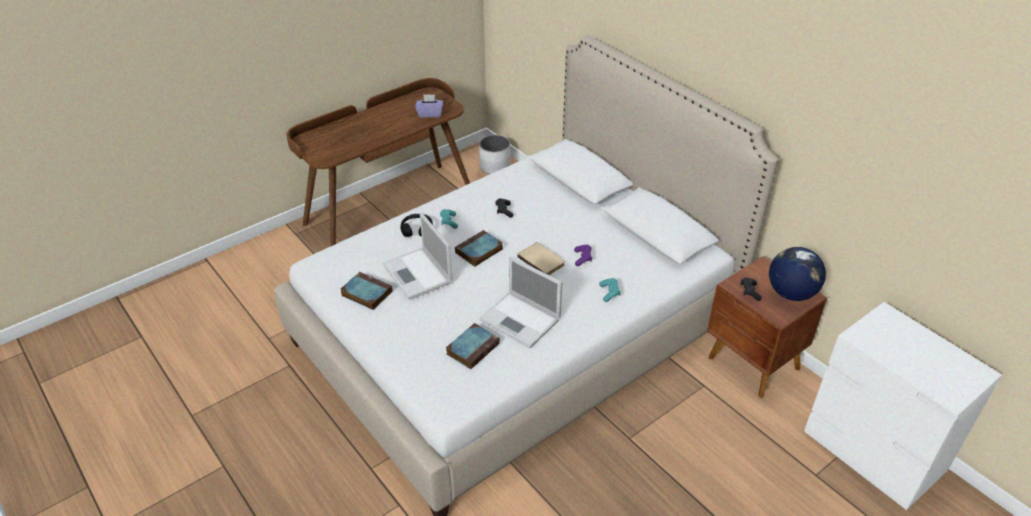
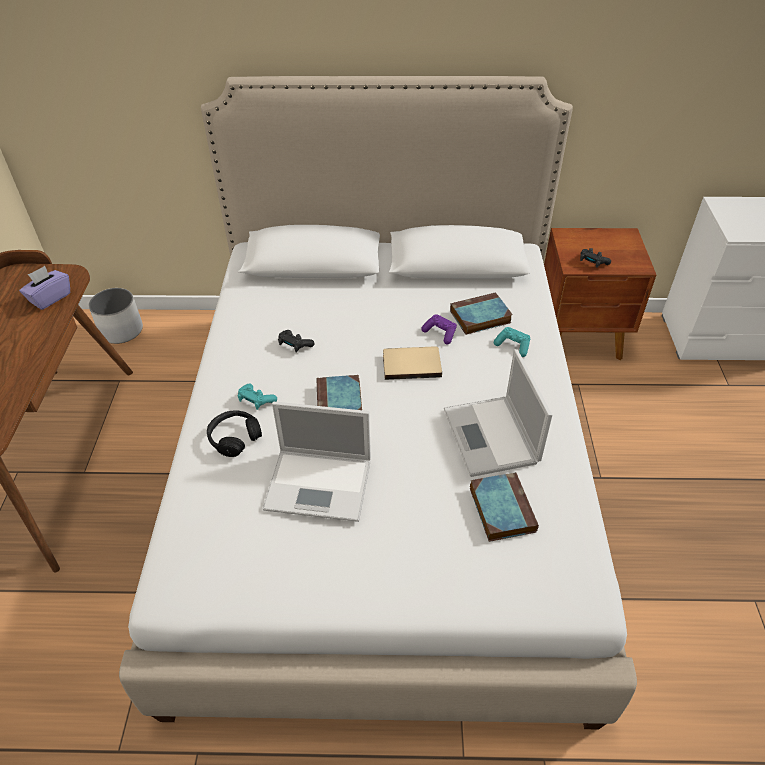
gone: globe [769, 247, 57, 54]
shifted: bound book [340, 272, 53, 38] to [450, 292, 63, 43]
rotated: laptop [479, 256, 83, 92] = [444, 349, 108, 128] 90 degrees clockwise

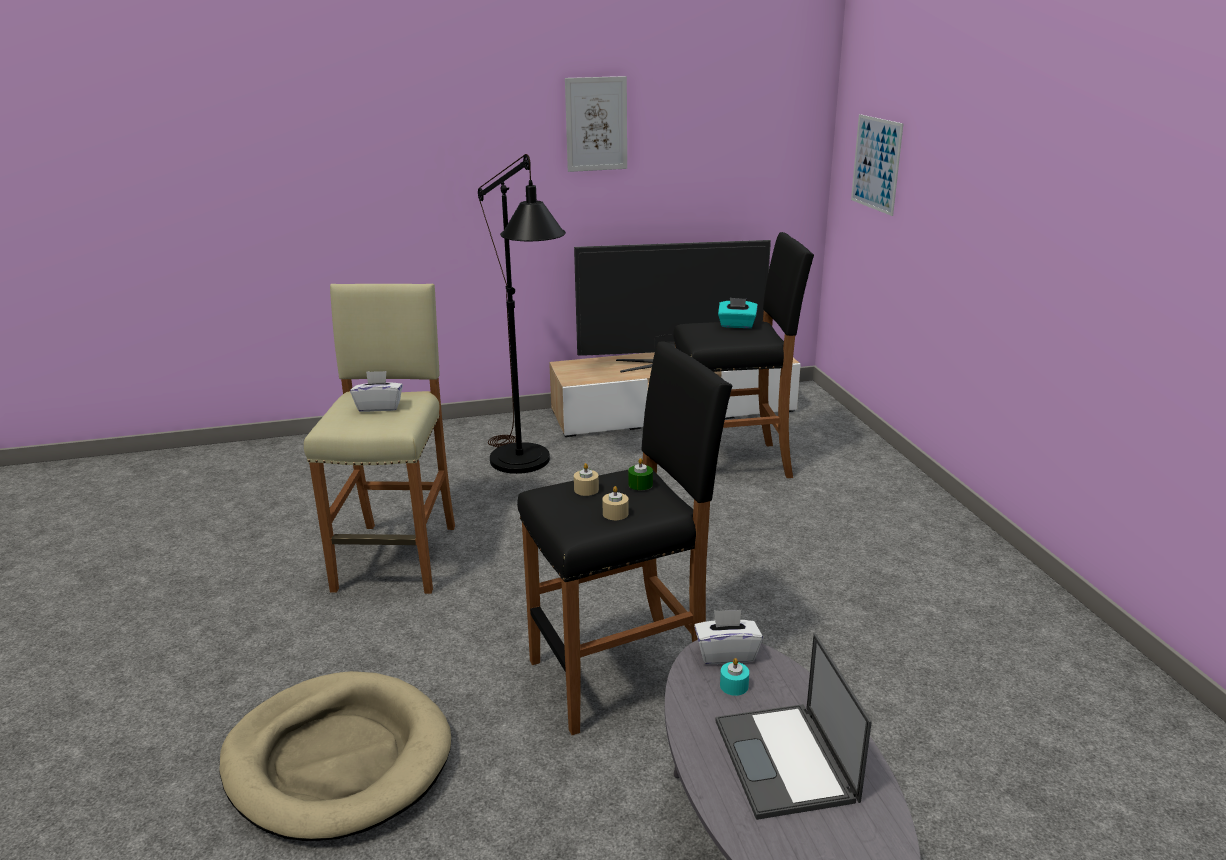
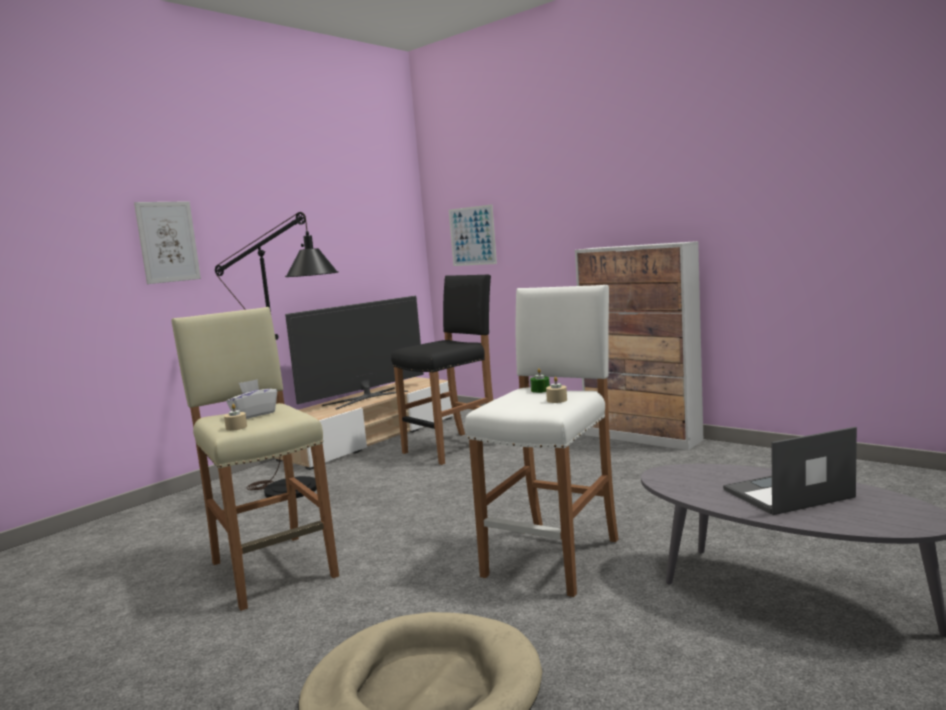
gone: box of tissues (white) [694, 610, 69, 54]; box of tissues (blue-green) [718, 298, 40, 30]; candle (blue-green) [720, 658, 29, 38]
new: cupboard [575, 241, 128, 209]
shifted: wall picture [565, 76, 62, 96] to [134, 201, 67, 83]; candle (beige-coloured) [574, 463, 25, 33] to [224, 404, 23, 27]
repainted: sitting stool (black) [517, 341, 215, 394] to sitting stool (white) [465, 285, 153, 312]
rotated: laptop [715, 633, 157, 187] = [723, 427, 134, 88] 120 degrees clockwise

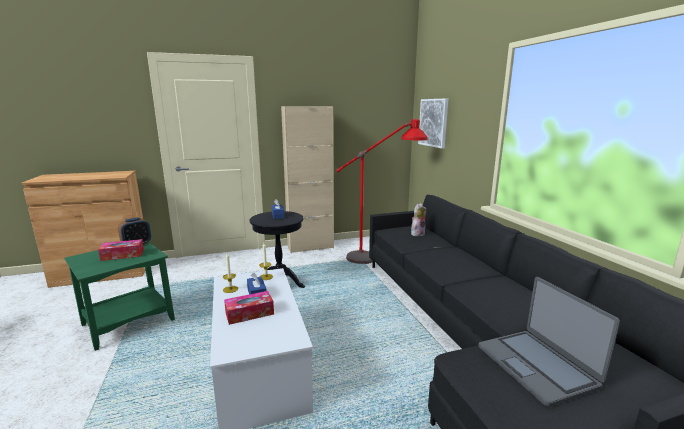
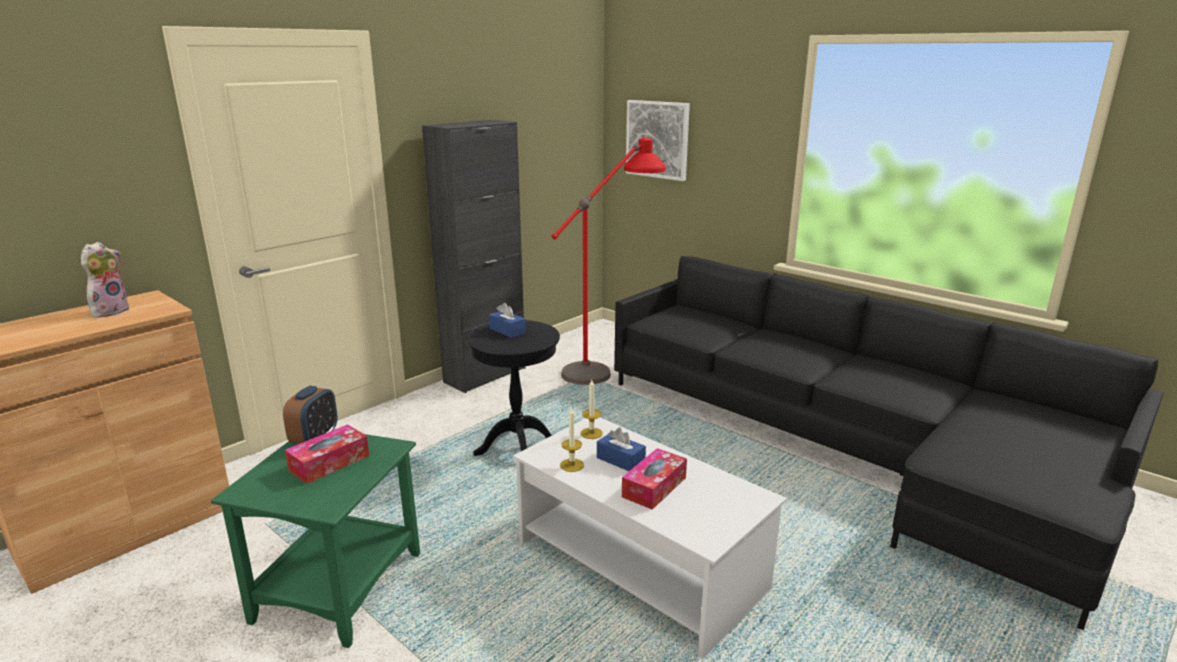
gone: laptop [479, 277, 141, 130]
shifted: cuddly toy [411, 203, 15, 33] to [81, 242, 49, 76]
repainted: cupboard (beige-coloured) [281, 106, 53, 147] to cupboard (black) [422, 120, 104, 273]

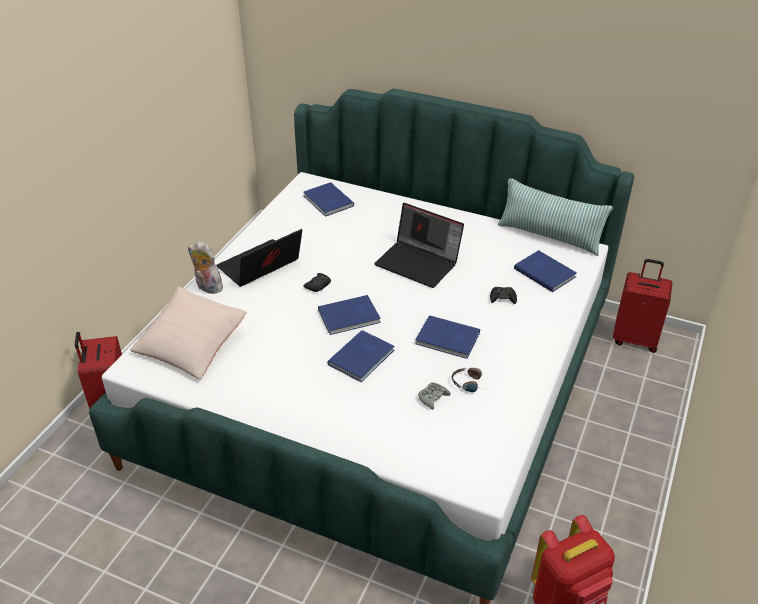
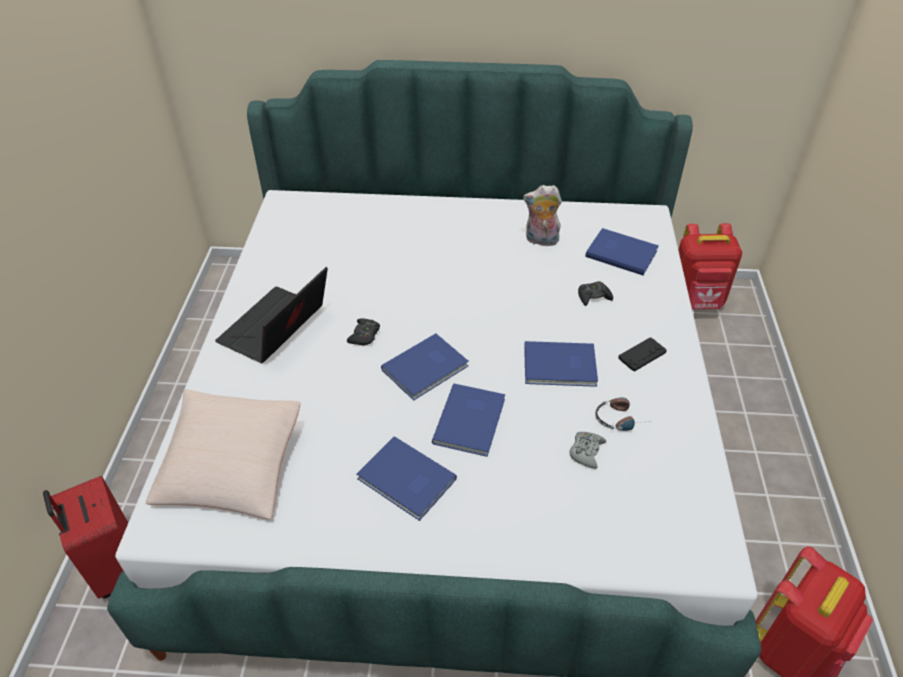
gone: laptop [374, 203, 90, 85]; throw pillow [498, 178, 115, 78]
new: game controller (black) [618, 338, 49, 33]
shifted: cuddly toy [188, 241, 35, 53] to [523, 185, 39, 61]; bound book (blue-coloured) [303, 182, 51, 35] to [357, 436, 100, 85]
swapped: suitcase (red) [613, 259, 59, 94] to backpack (red) [678, 223, 64, 87]

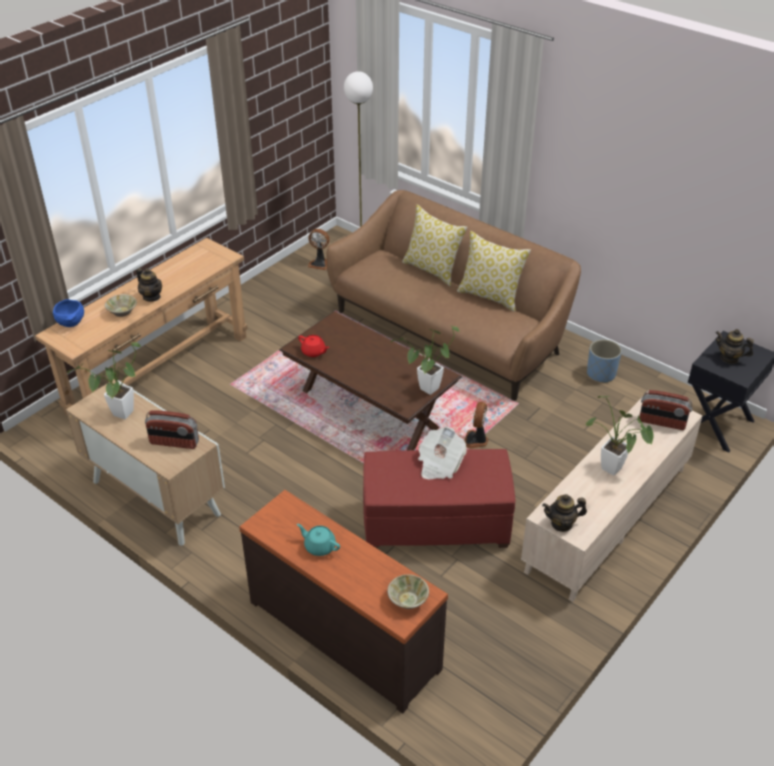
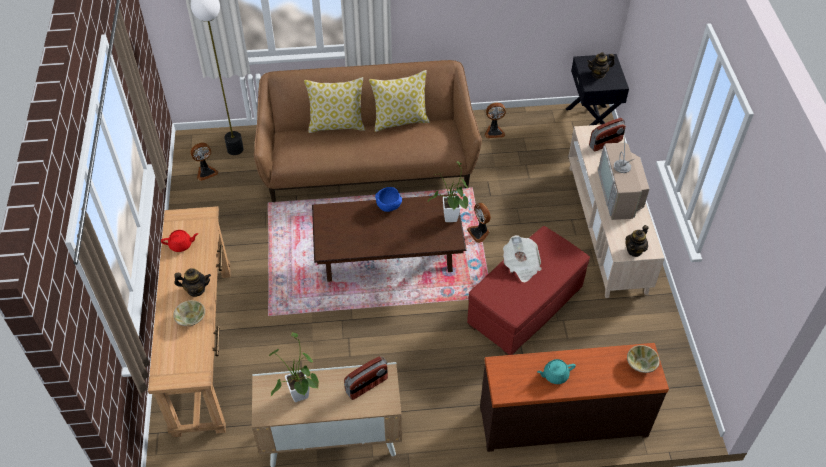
shifted: bowl (blue-coloured) [53, 299, 31, 28] to [375, 187, 27, 25]; pot for tea (red) [298, 335, 31, 22] to [161, 230, 37, 22]
swapped: houseplant [585, 396, 69, 80] to TV set [598, 134, 51, 86]; planter (blue-coloured) [587, 339, 35, 44] to electric fan [485, 103, 21, 35]

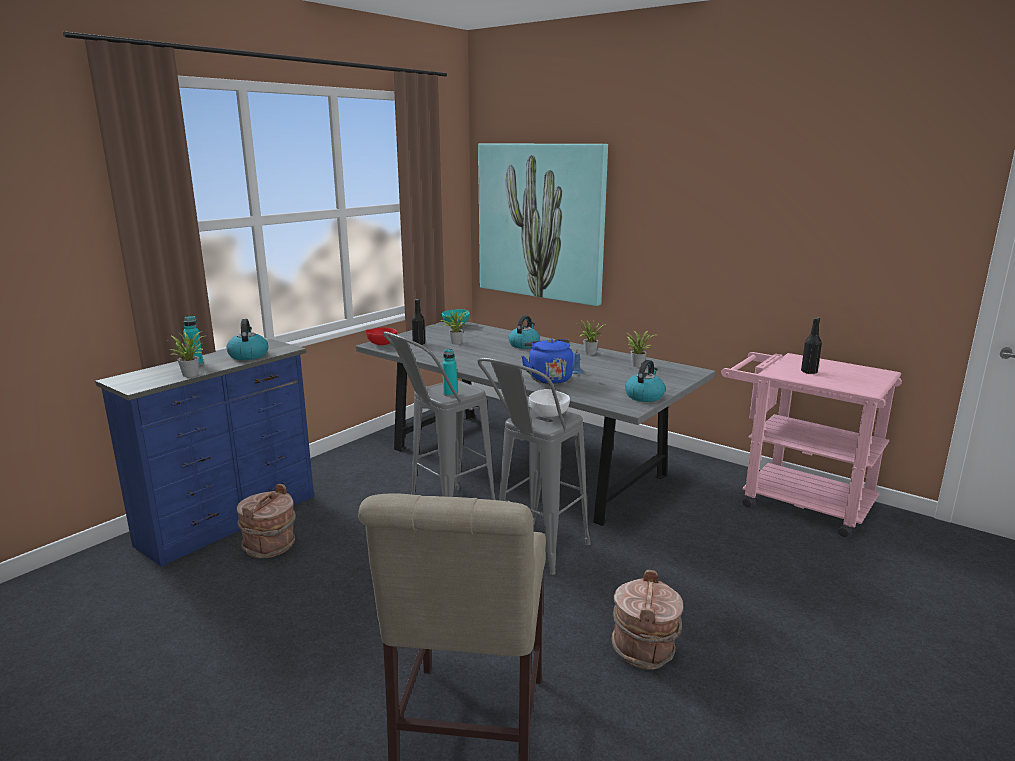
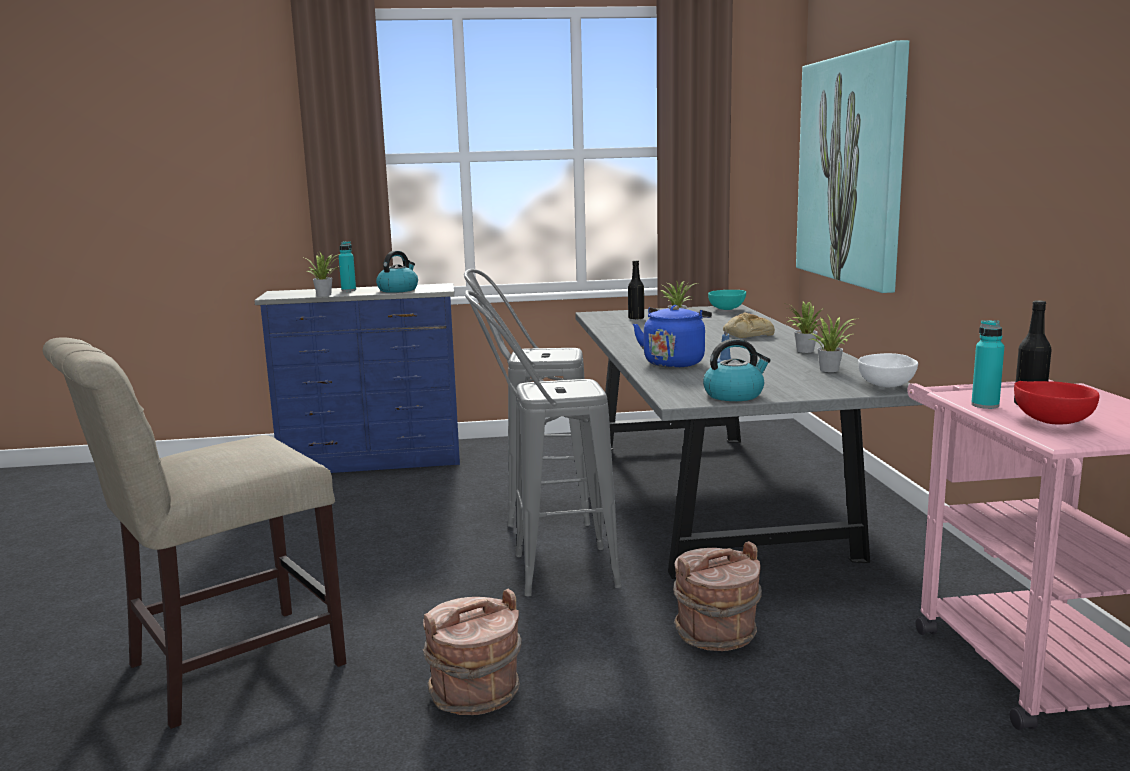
shifted: pail (brown-coloured) [237, 484, 59, 74] to [673, 541, 89, 110]; bowl (red) [366, 328, 31, 17] to [1014, 381, 85, 43]; beverage bottle (blue-green) [442, 349, 15, 47] to [971, 320, 34, 89]; bowl (white) [529, 389, 41, 28] to [858, 353, 60, 34]
swapped: kettle [508, 316, 32, 33] to baked bread [723, 312, 52, 26]

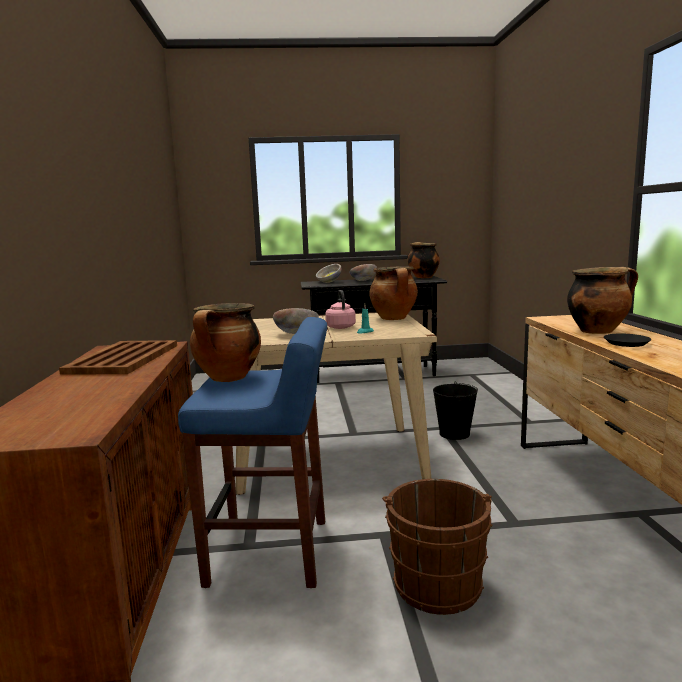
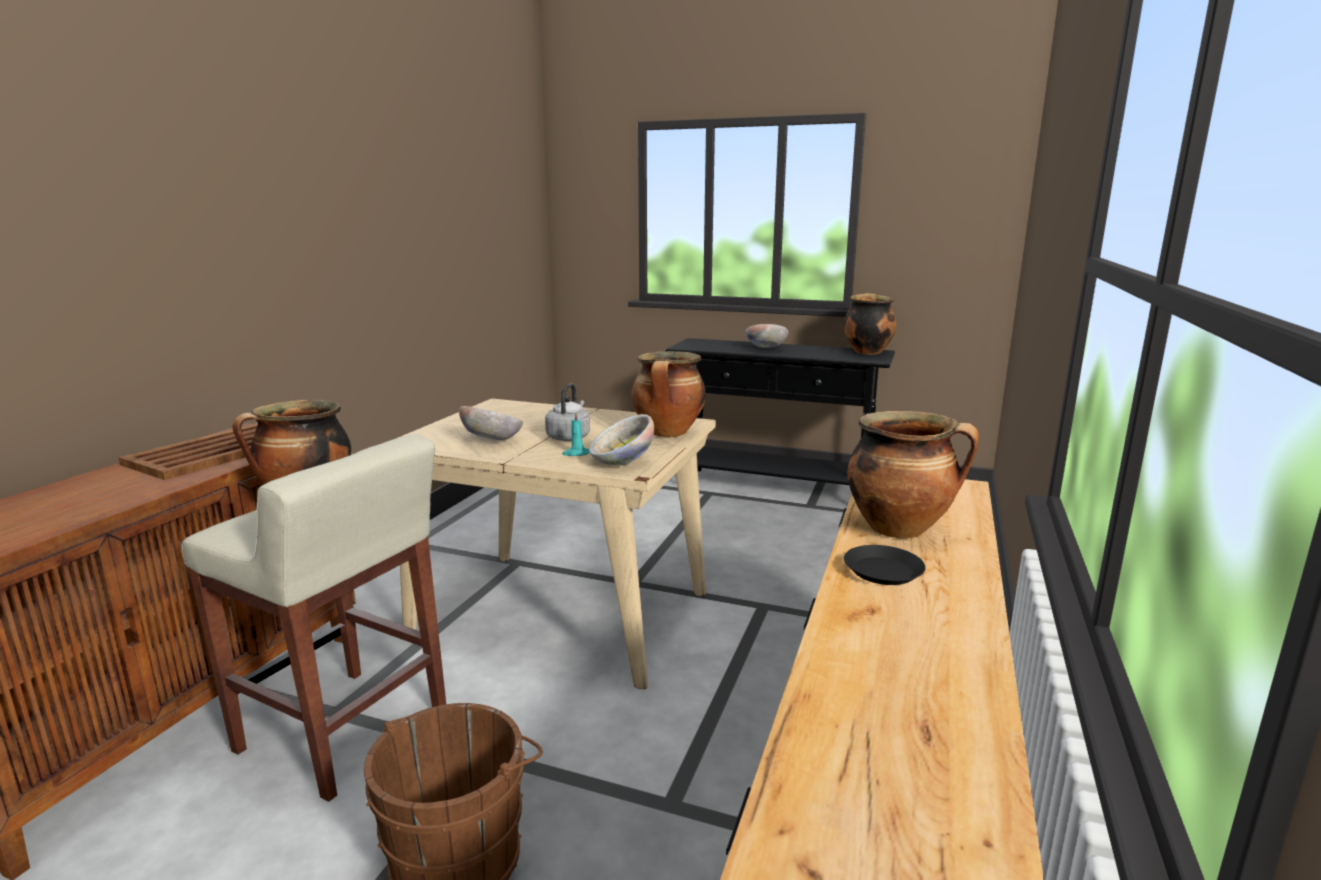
gone: pail (black) [433, 382, 45, 58]
shifted: bowl [316, 264, 26, 19] to [589, 414, 65, 52]
repainted: sitting stool (blue-coloured) [178, 317, 149, 271] to sitting stool (beige-coloured) [181, 434, 265, 368]; kettle (pinkish) [325, 290, 31, 39] to kettle (grey) [545, 383, 45, 58]

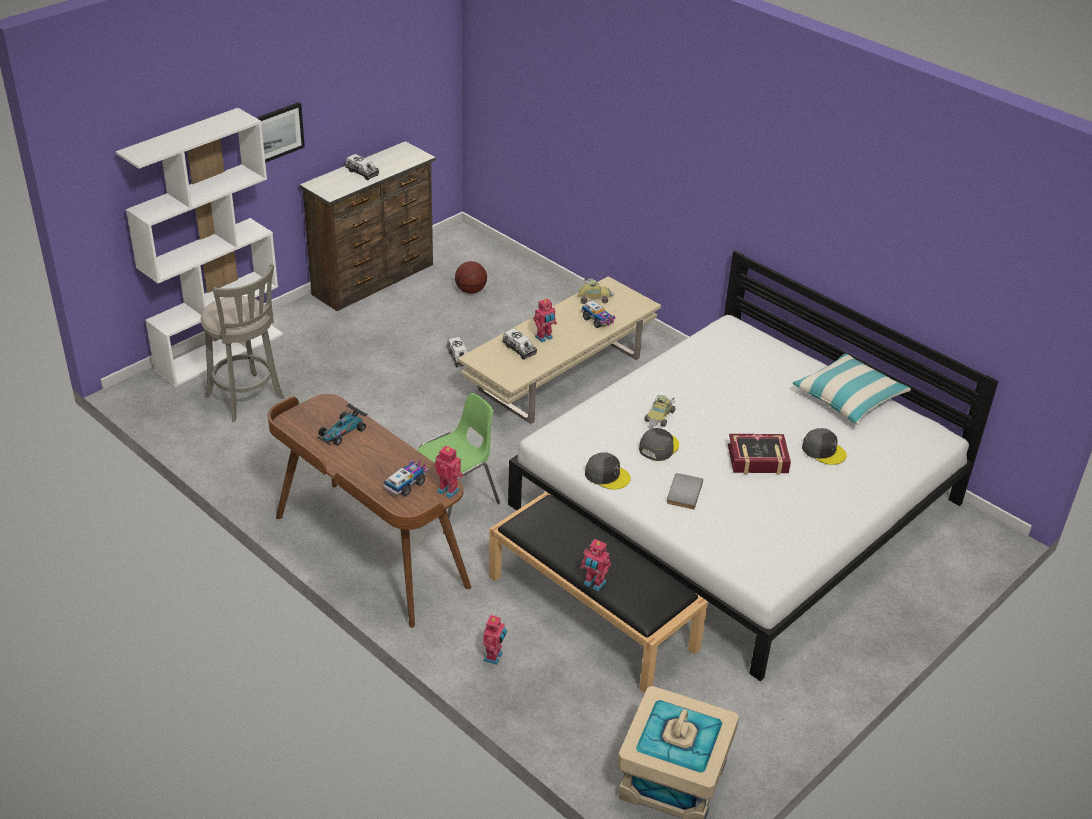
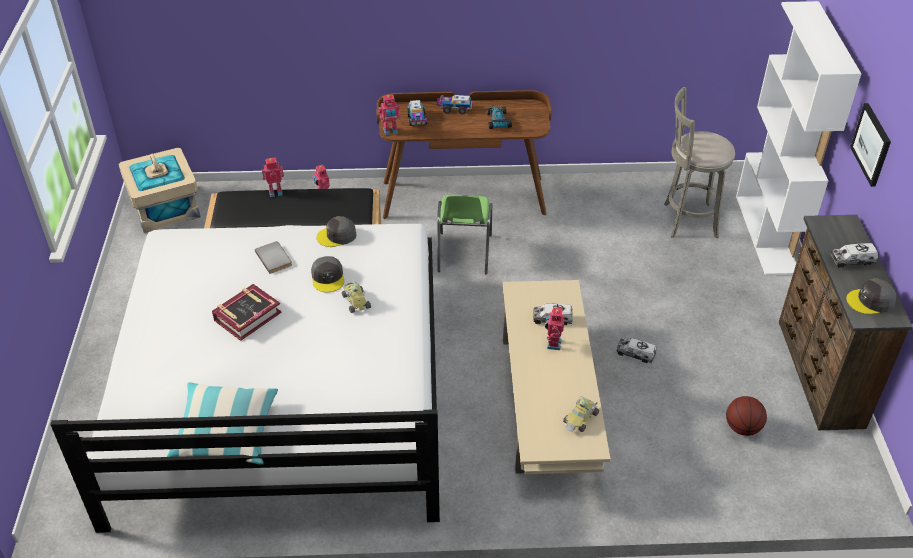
shifted: toy lorry [581, 300, 35, 28] to [437, 95, 36, 20]; peaked cap (grey) [802, 428, 45, 37] to [846, 278, 50, 36]

